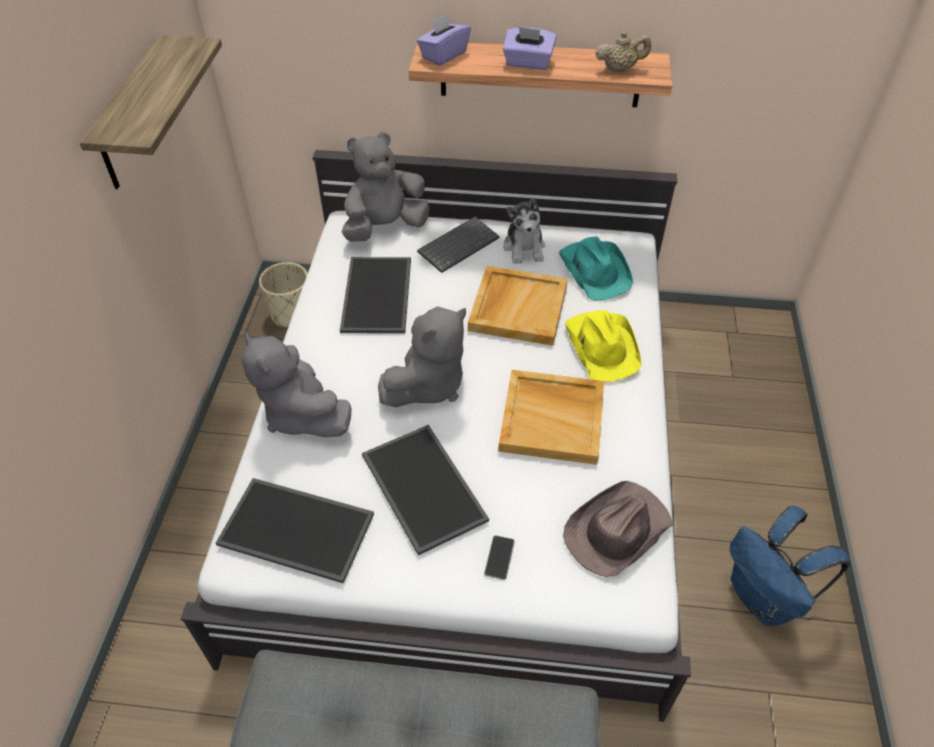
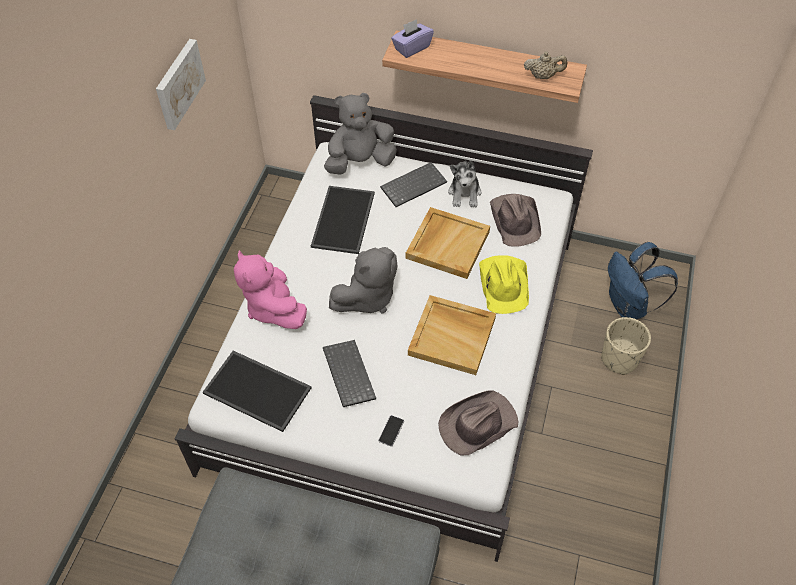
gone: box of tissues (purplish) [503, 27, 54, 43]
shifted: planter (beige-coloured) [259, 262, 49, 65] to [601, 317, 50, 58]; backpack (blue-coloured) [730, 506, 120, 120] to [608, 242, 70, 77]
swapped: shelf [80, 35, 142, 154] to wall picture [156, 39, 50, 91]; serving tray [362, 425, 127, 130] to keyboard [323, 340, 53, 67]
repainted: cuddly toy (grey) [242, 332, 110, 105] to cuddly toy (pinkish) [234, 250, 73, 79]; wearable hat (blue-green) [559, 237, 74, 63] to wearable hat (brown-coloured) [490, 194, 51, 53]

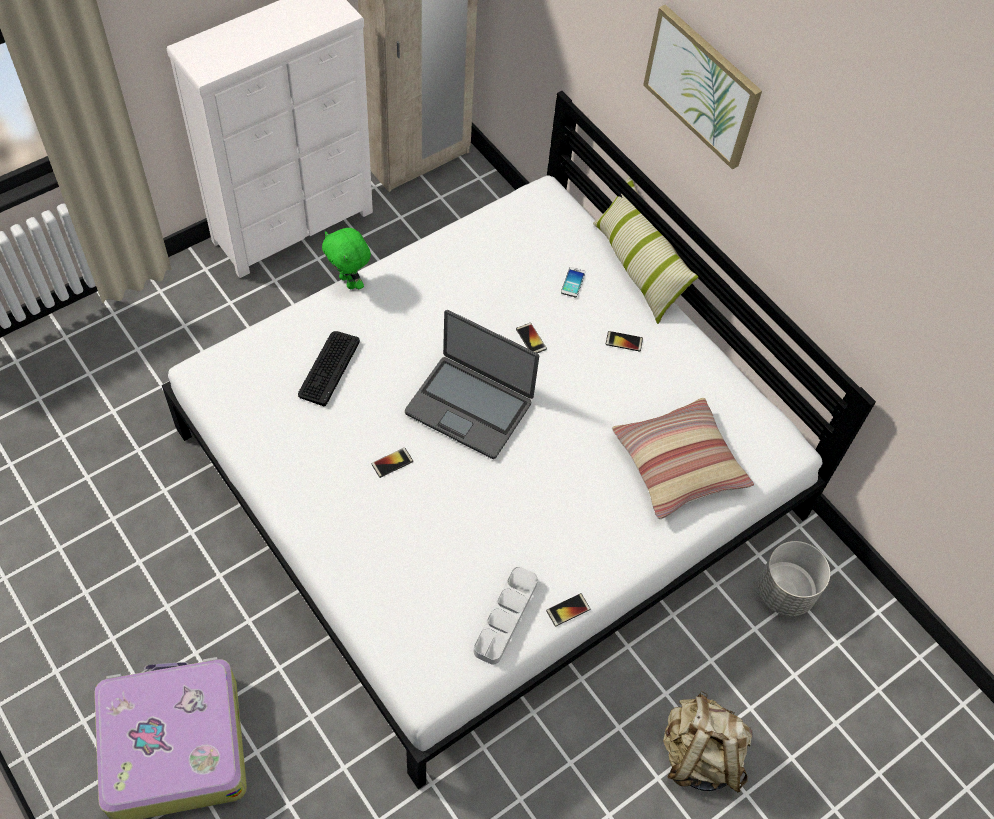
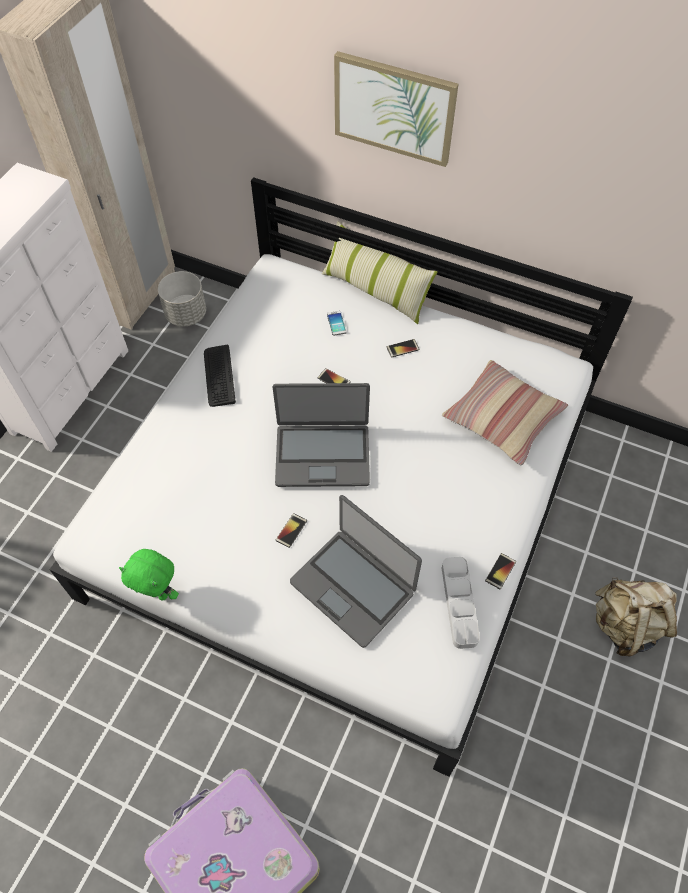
new: laptop [290, 495, 132, 153]
shifted: keyboard [298, 331, 62, 75] to [204, 344, 32, 63]; cuddly toy (greenish) [322, 228, 49, 61] to [119, 549, 60, 52]; planter (grey) [758, 541, 72, 75] to [158, 271, 48, 55]

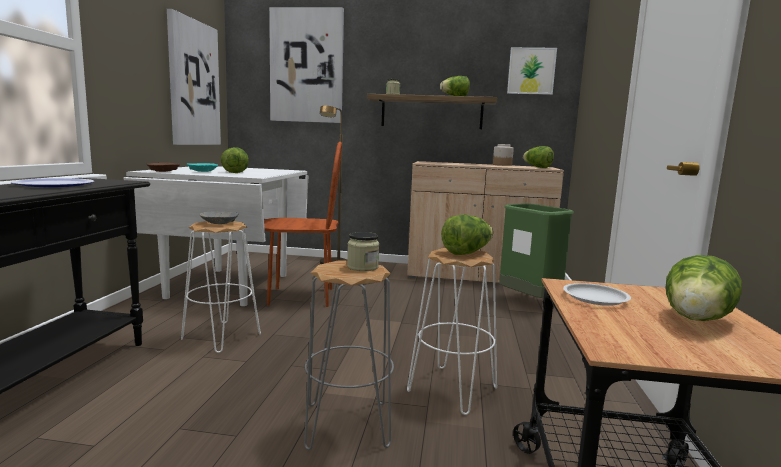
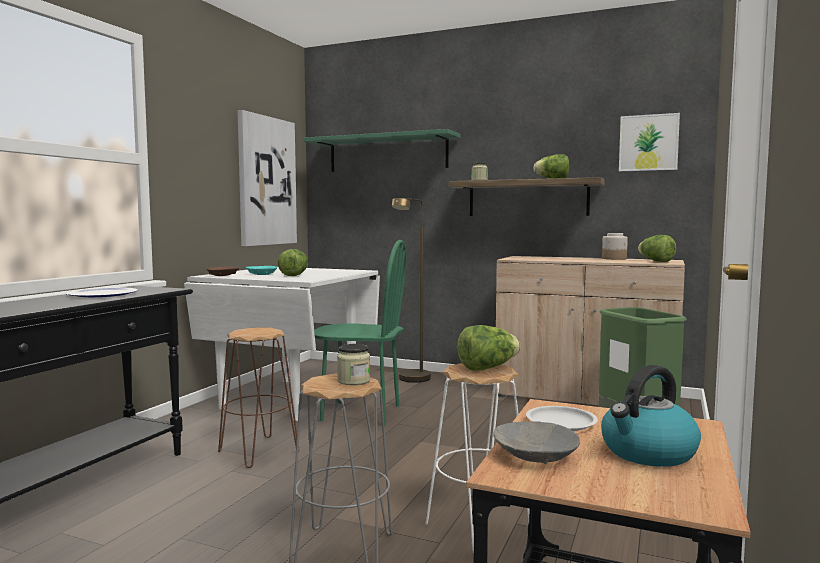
shifted: bowl (grey) [199, 211, 40, 13] to [494, 421, 86, 43]
swapped: wall picture [269, 7, 75, 116] to shelf (greenish) [303, 129, 157, 43]; lettuce head [665, 255, 77, 66] to kettle [601, 365, 100, 102]
repainted: sitting stool (white) [181, 221, 80, 132] to sitting stool (brown-coloured) [218, 328, 81, 140]; upright chair (brown-coloured) [264, 142, 78, 165] to upright chair (greenish) [314, 240, 93, 186]

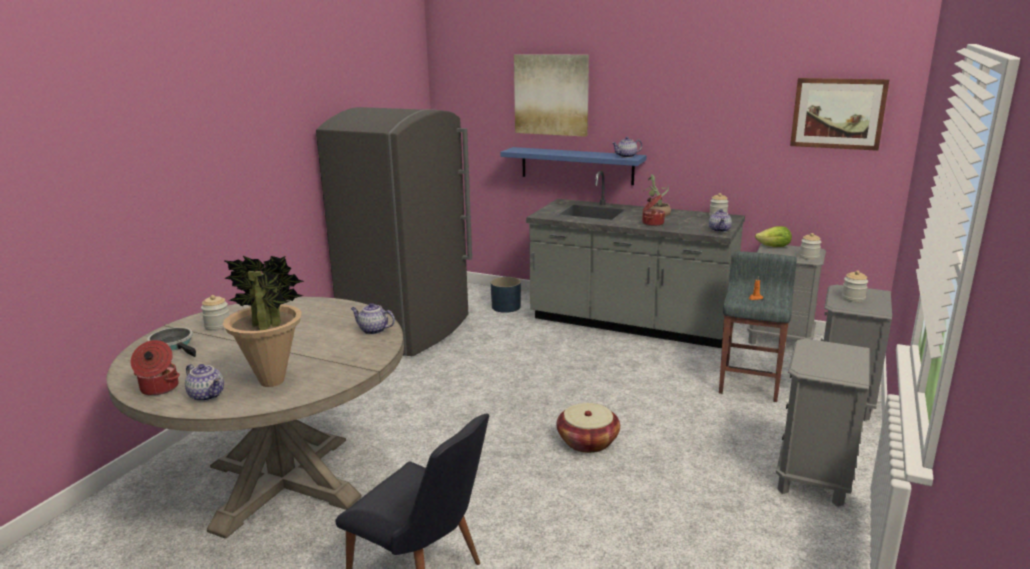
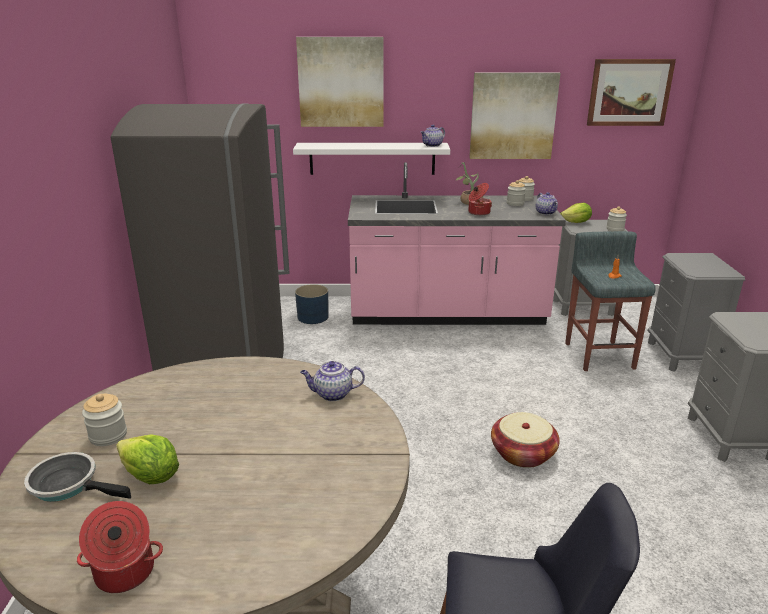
gone: pot for tea [185, 364, 39, 38]; houseplant [223, 255, 81, 132]
new: lettuce head [116, 434, 63, 50]; wall picture [469, 73, 91, 86]
shifted: storage jar [842, 270, 26, 32] to [507, 180, 19, 26]
repainted: shelf (blue-coloured) [500, 147, 147, 38] to shelf (white) [293, 143, 157, 32]; counter (grey) [526, 171, 219, 177] to counter (pinkish) [348, 162, 218, 163]

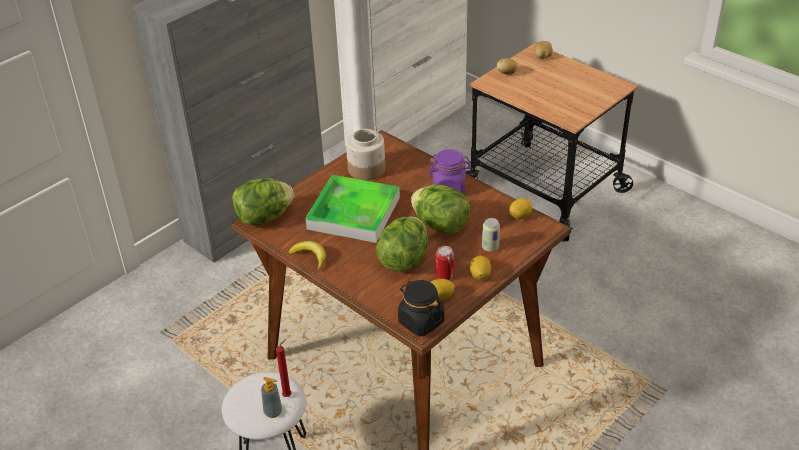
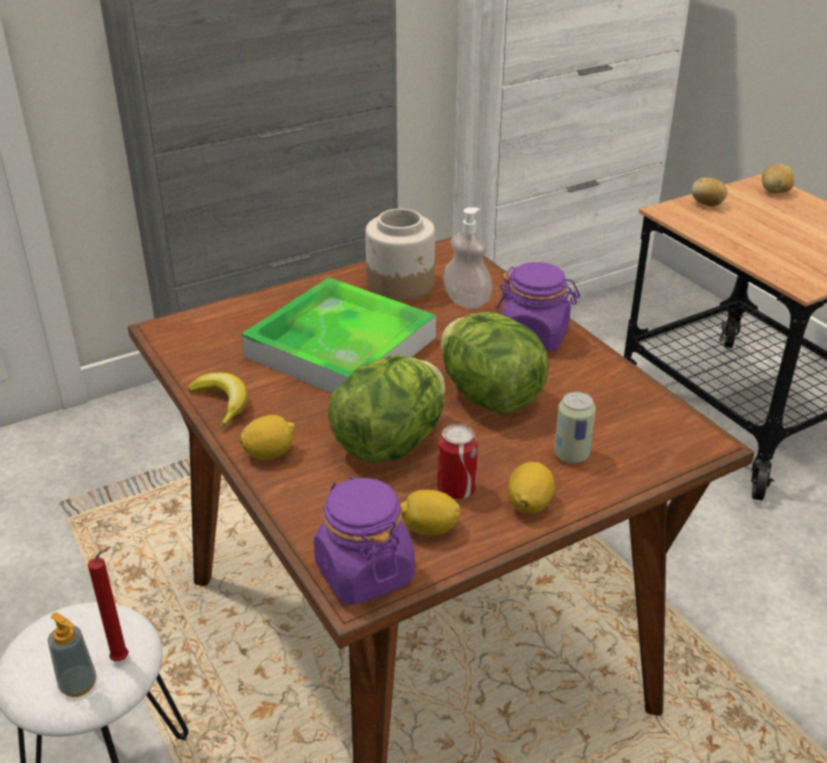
gone: lettuce head [232, 178, 62, 48]
new: liquid soap bottle [443, 207, 50, 101]
shifted: citrus fruit [509, 198, 23, 21] to [240, 415, 55, 45]
repainted: storage jar (black) [398, 280, 46, 56] to storage jar (purplish) [314, 476, 101, 129]

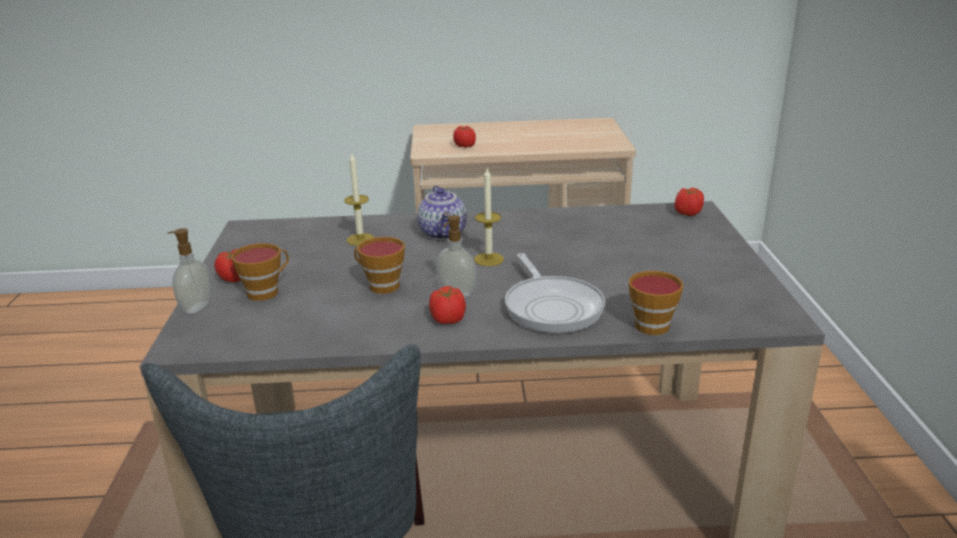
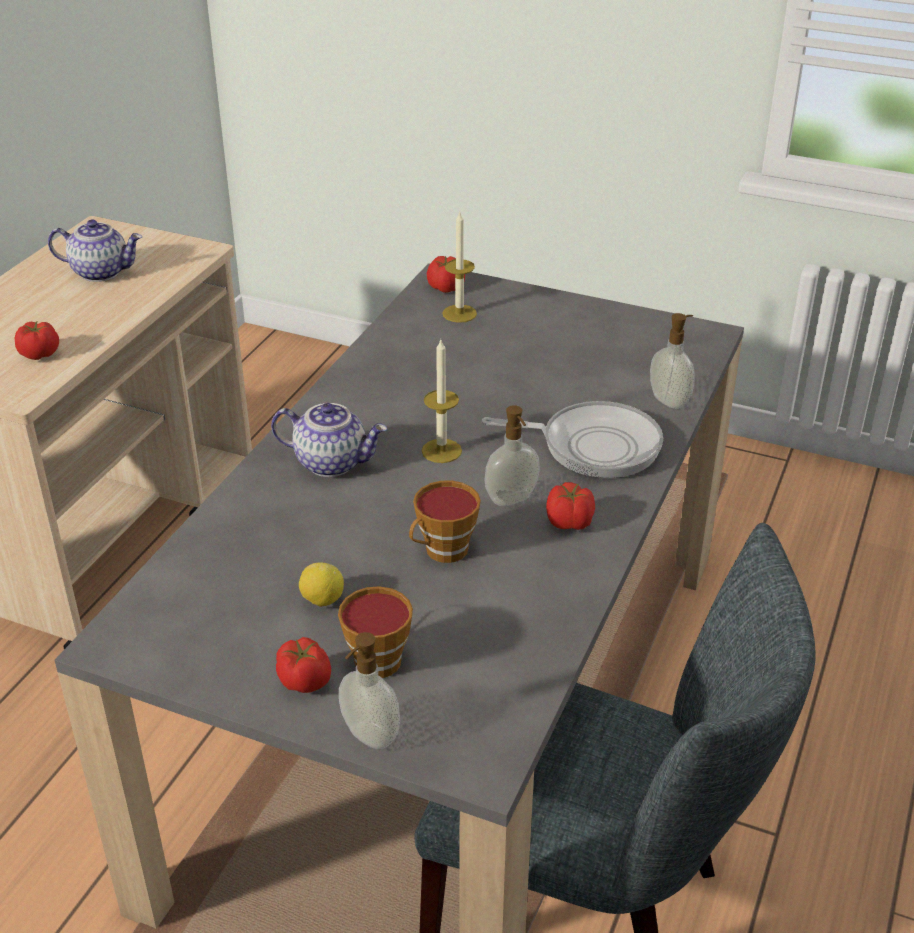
new: pot for tea [48, 219, 94, 63]; citrus fruit [299, 562, 45, 45]
shifted: candle [344, 153, 30, 93] to [442, 212, 35, 111]
swapped: small cup [629, 271, 54, 64] to liquid soap bottle [650, 313, 45, 96]

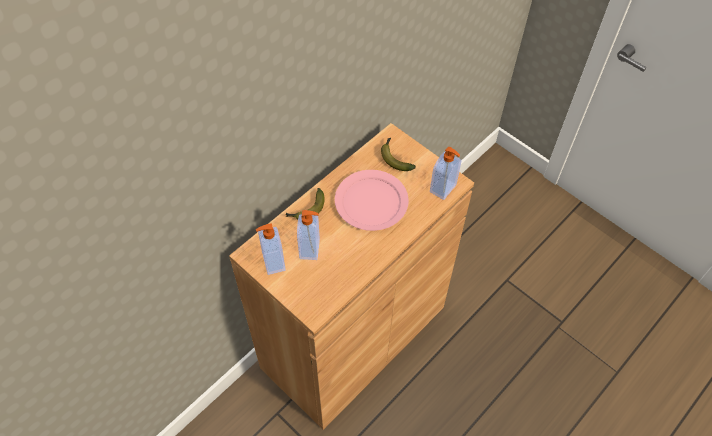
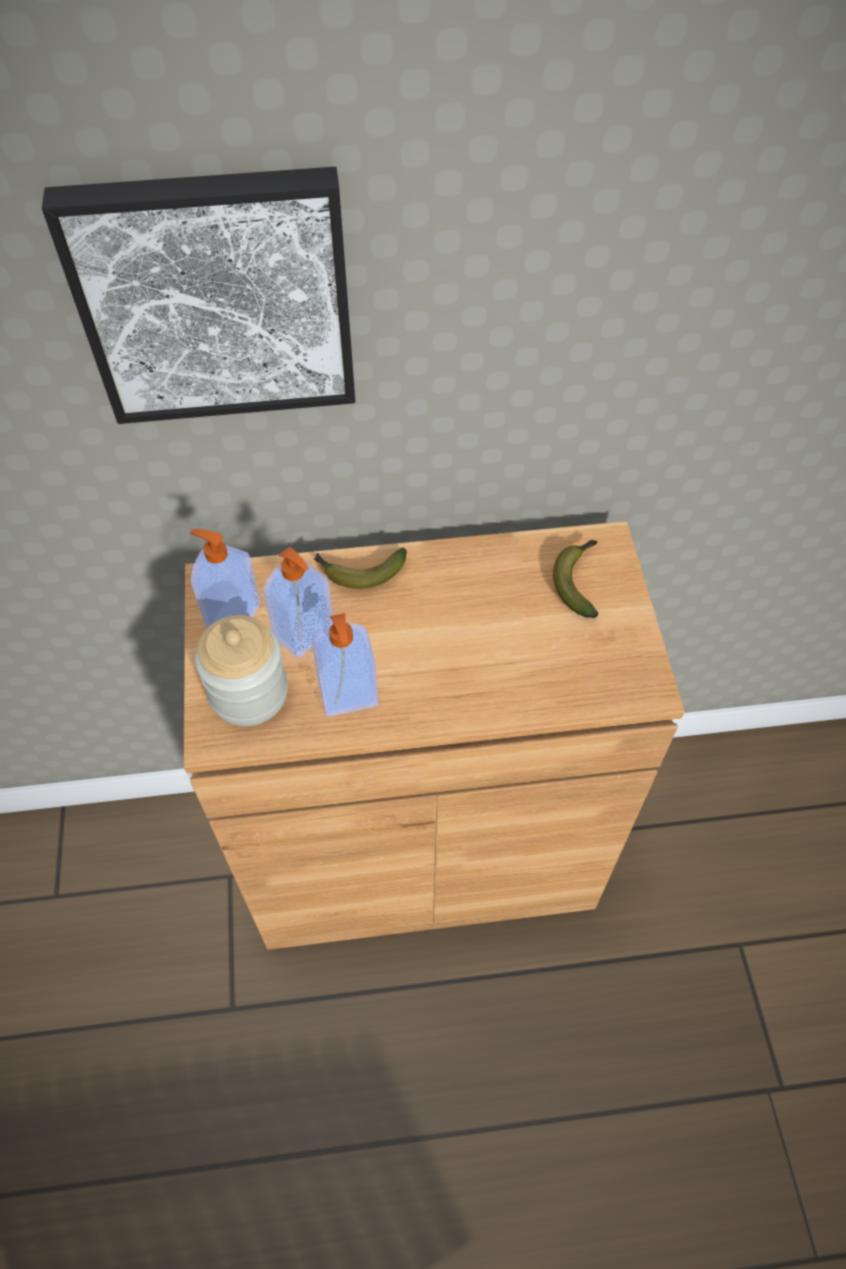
gone: dinner plate (pinkish) [335, 170, 74, 61]
new: wall picture [42, 167, 314, 257]; storage jar [195, 615, 93, 111]
shifted: liquid soap bottle [430, 146, 31, 54] to [312, 613, 67, 103]

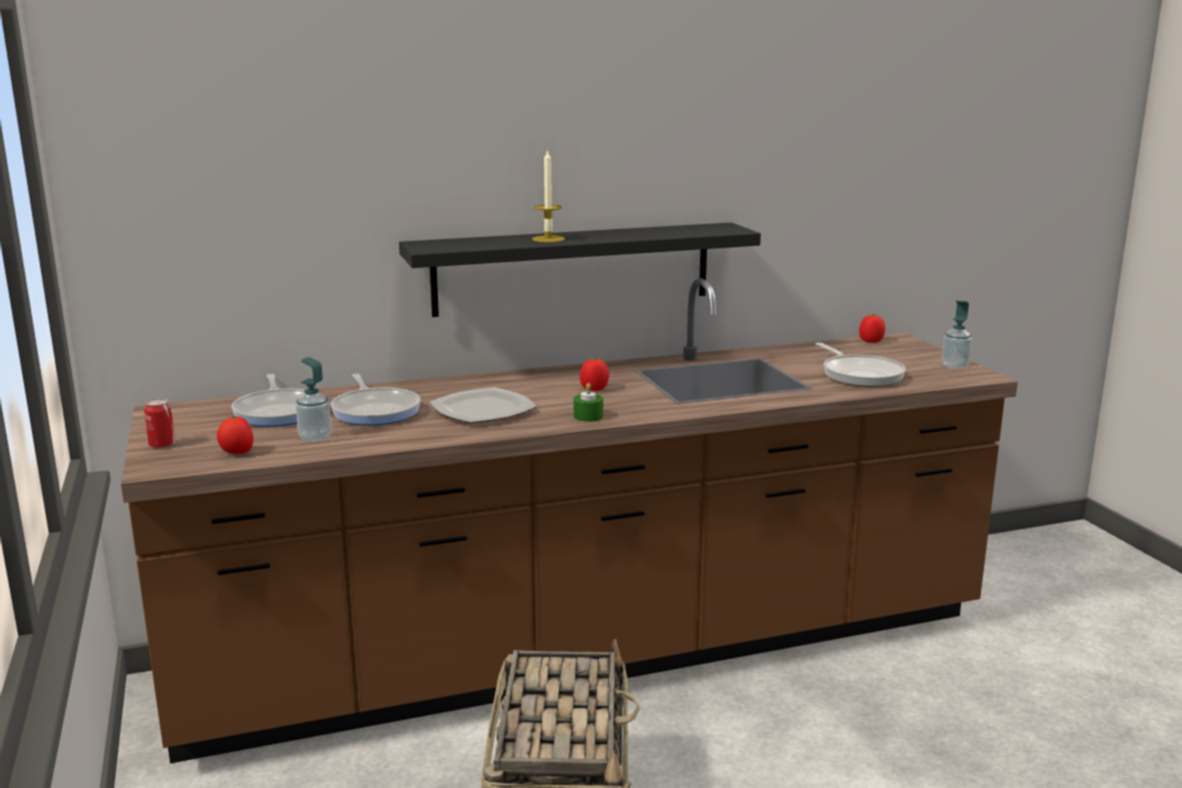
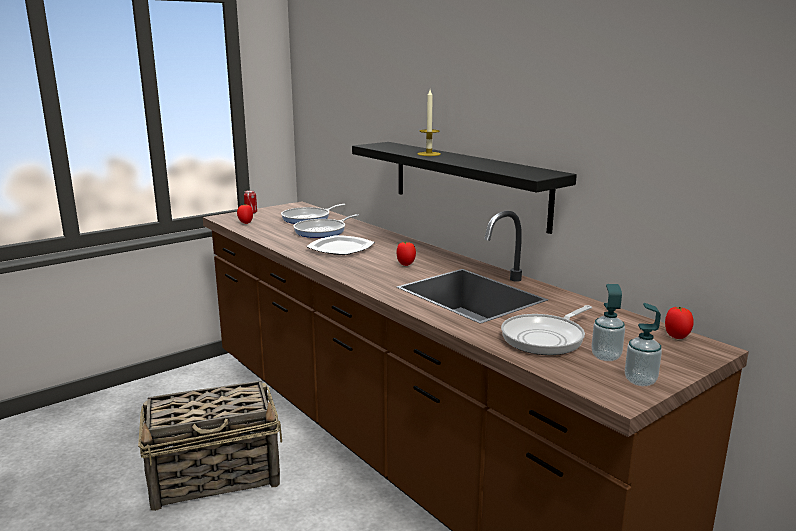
gone: candle (greenish) [574, 383, 29, 39]
shifted: liquid soap bottle [296, 357, 35, 85] to [592, 284, 33, 77]

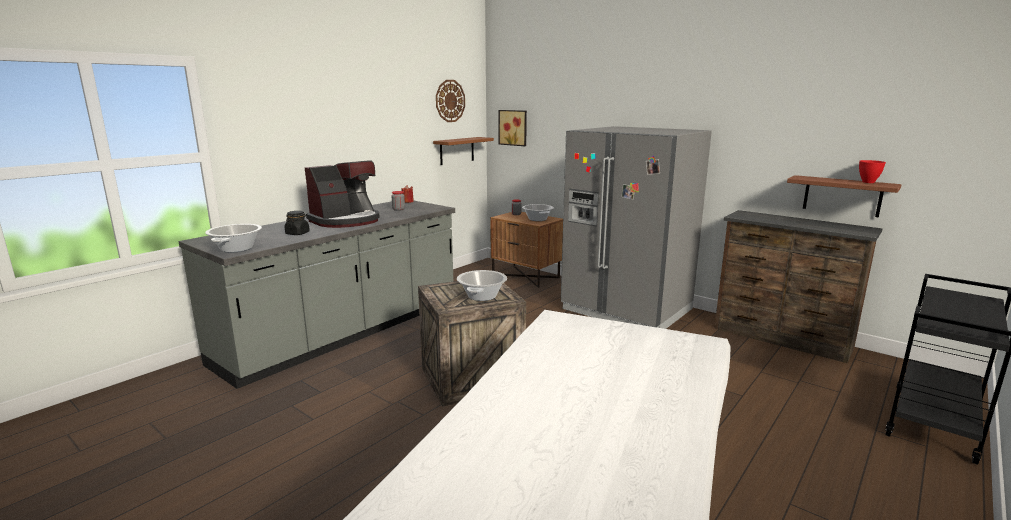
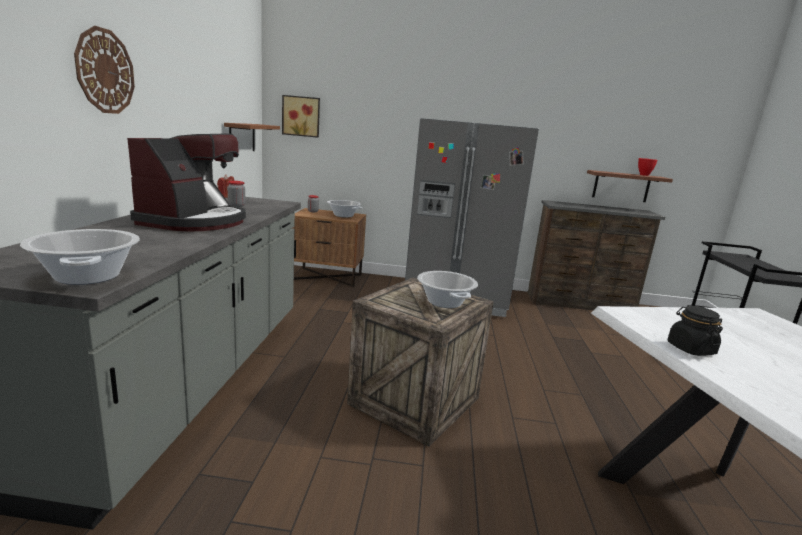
shifted: storage jar (black) [285, 211, 25, 24] to [668, 306, 55, 50]; clock on the wall [436, 80, 29, 42] to [74, 26, 61, 88]

